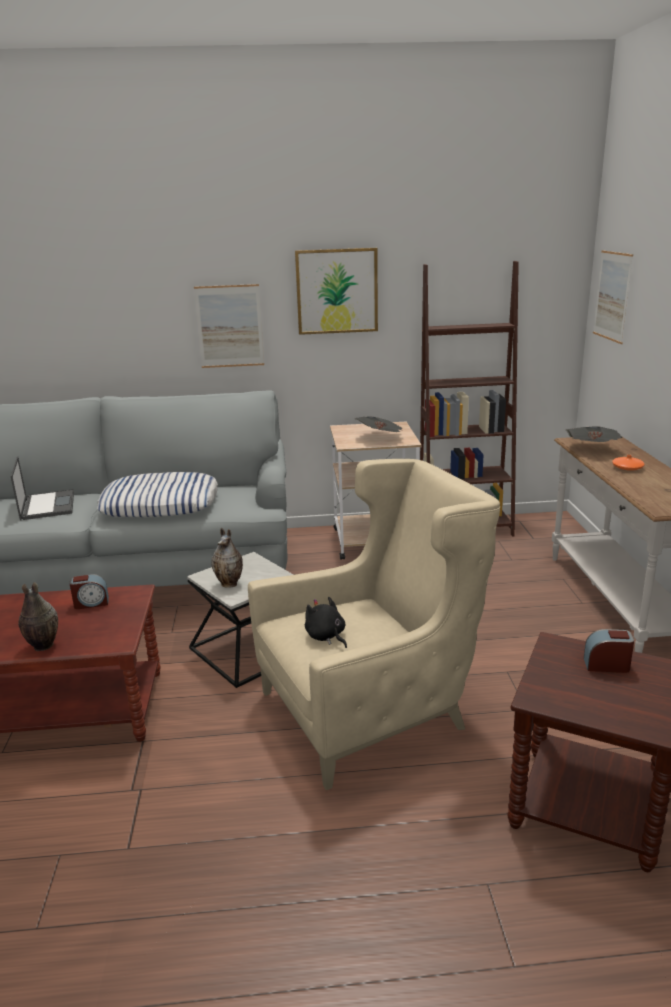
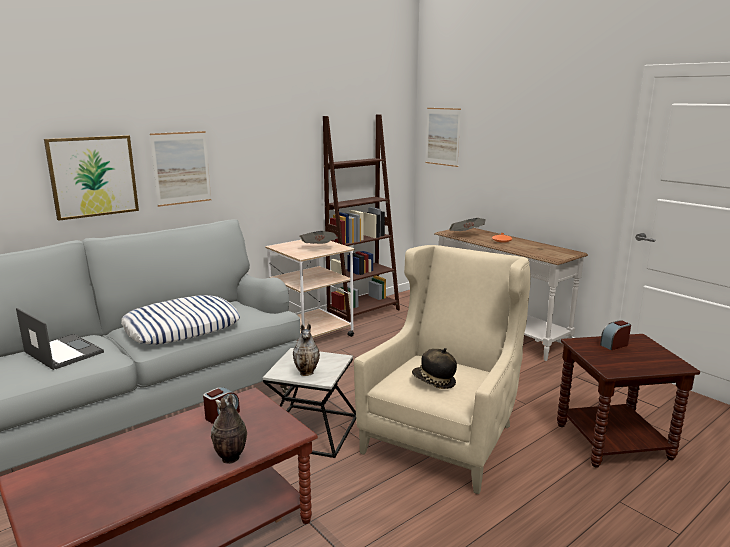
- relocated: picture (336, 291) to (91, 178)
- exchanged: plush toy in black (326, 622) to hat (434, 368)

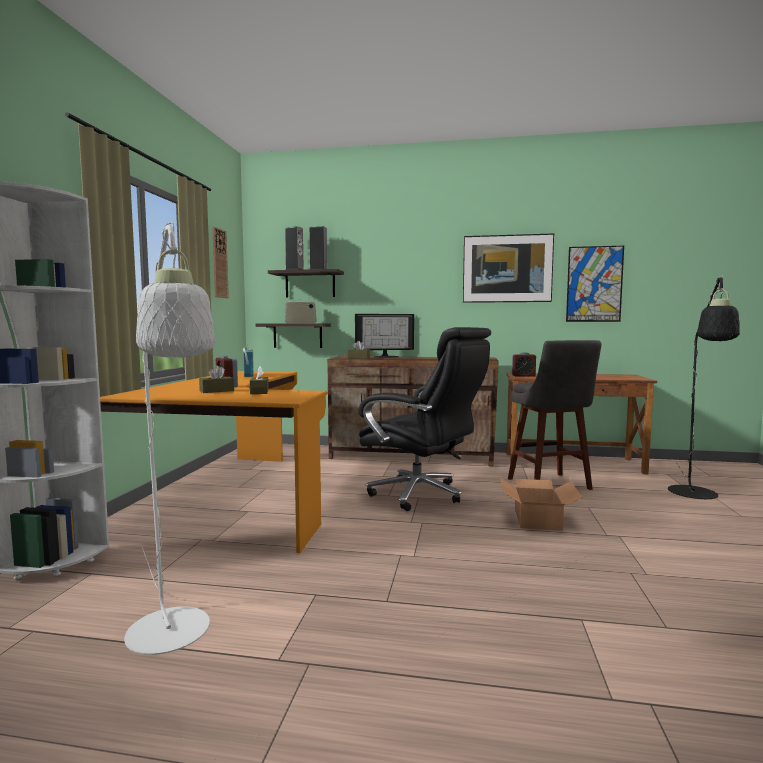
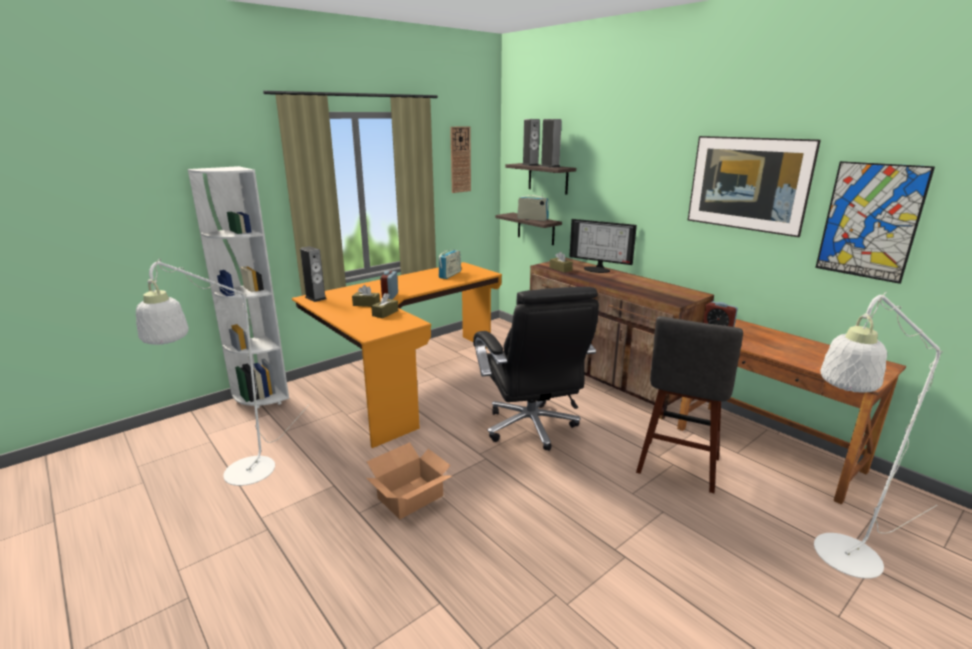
- relocated: carton (541, 504) to (409, 480)
- colour: standing lamp in black (704, 387) to standing lamp in whitish (878, 435)
- appeared: loudspeaker (313, 274)

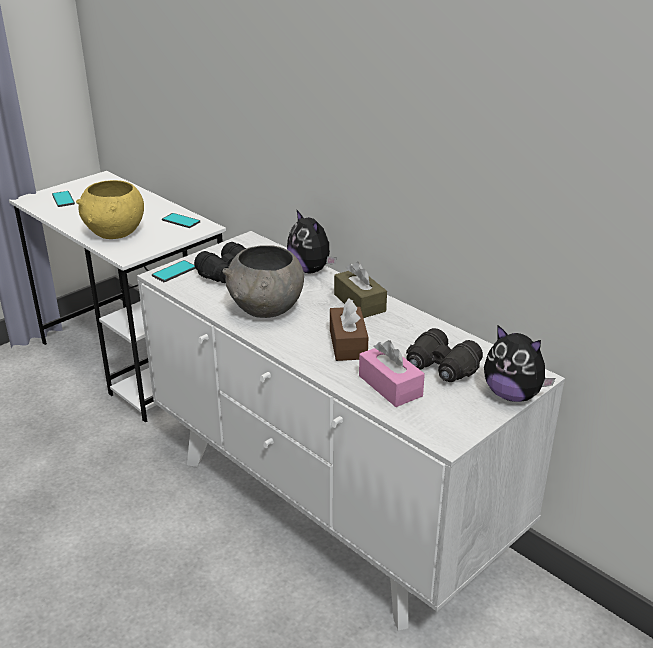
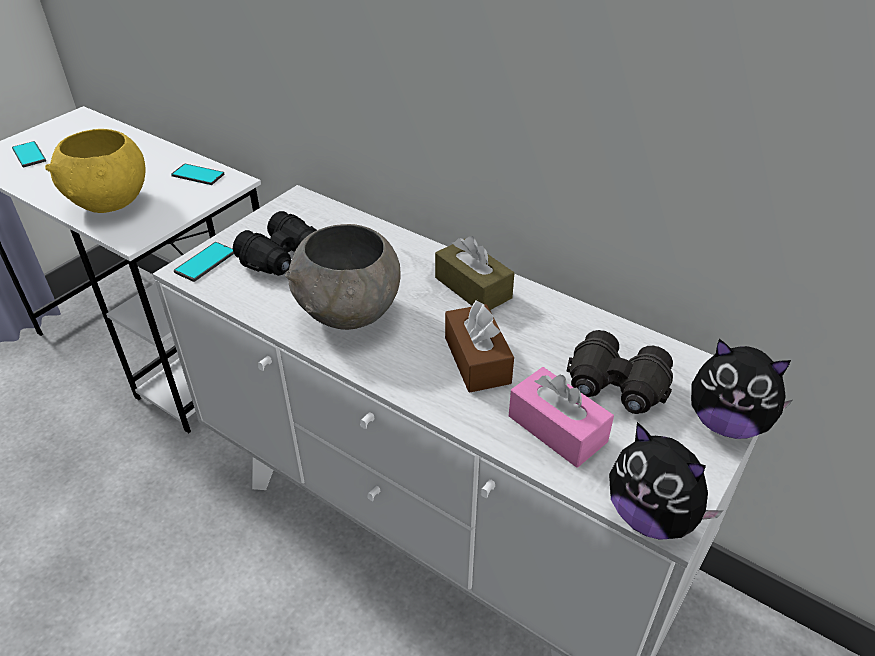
- relocated: plush toy (311, 241) to (666, 481)

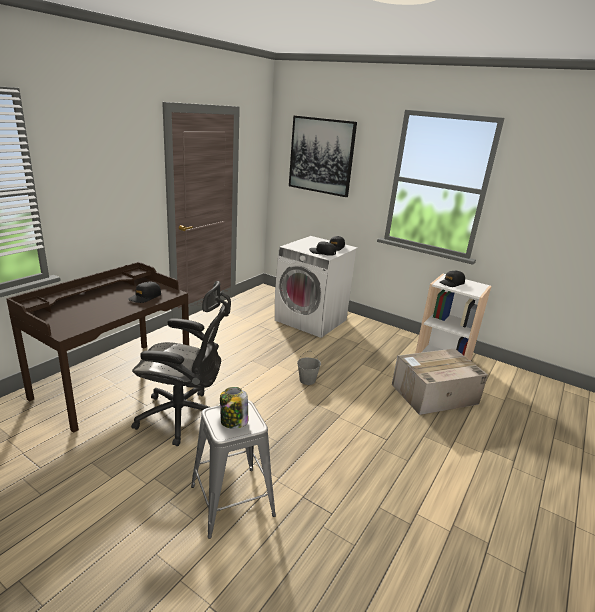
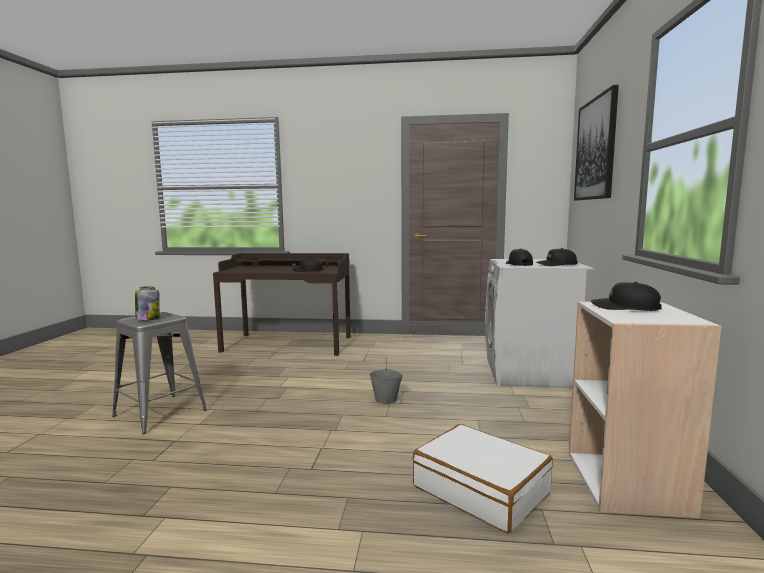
- missing: office chair (181, 363)
- exchanged: carton (440, 381) to travel case in whitish (483, 478)

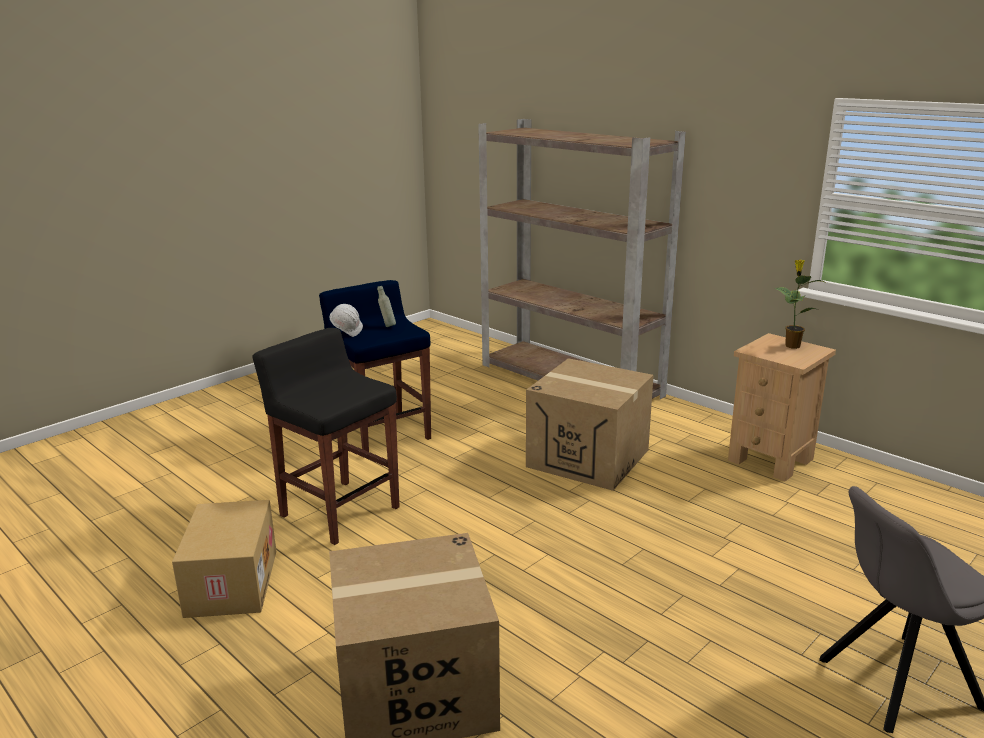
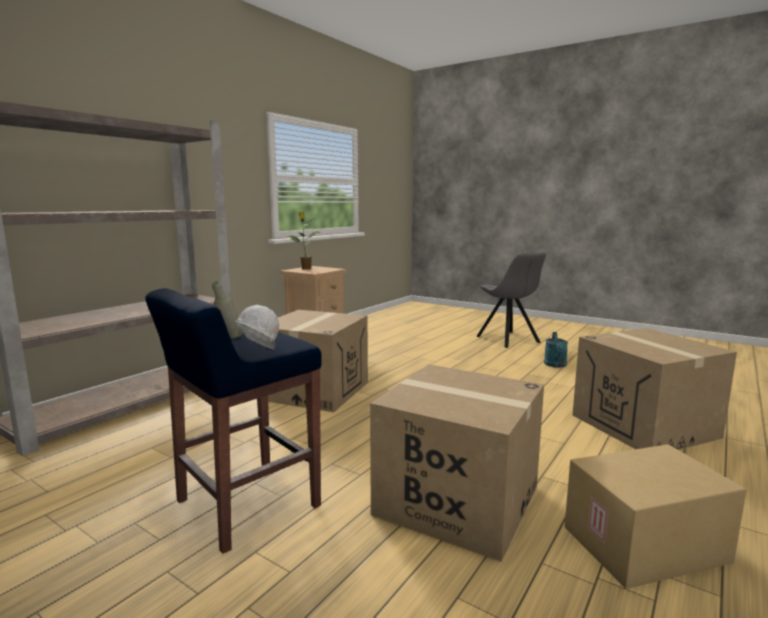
- exchanged: sitting stool in black (326, 436) to carton (457, 463)
- appeared: sprinkling can in turquoise (556, 350)

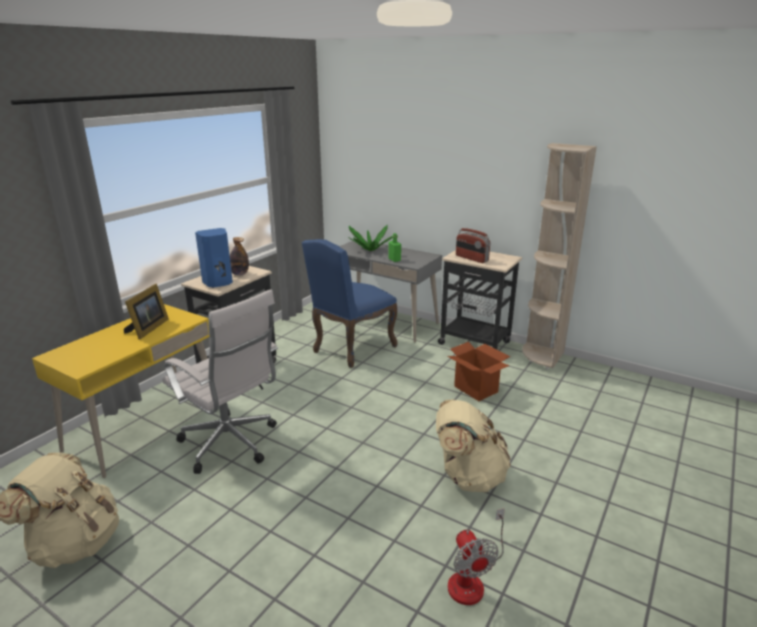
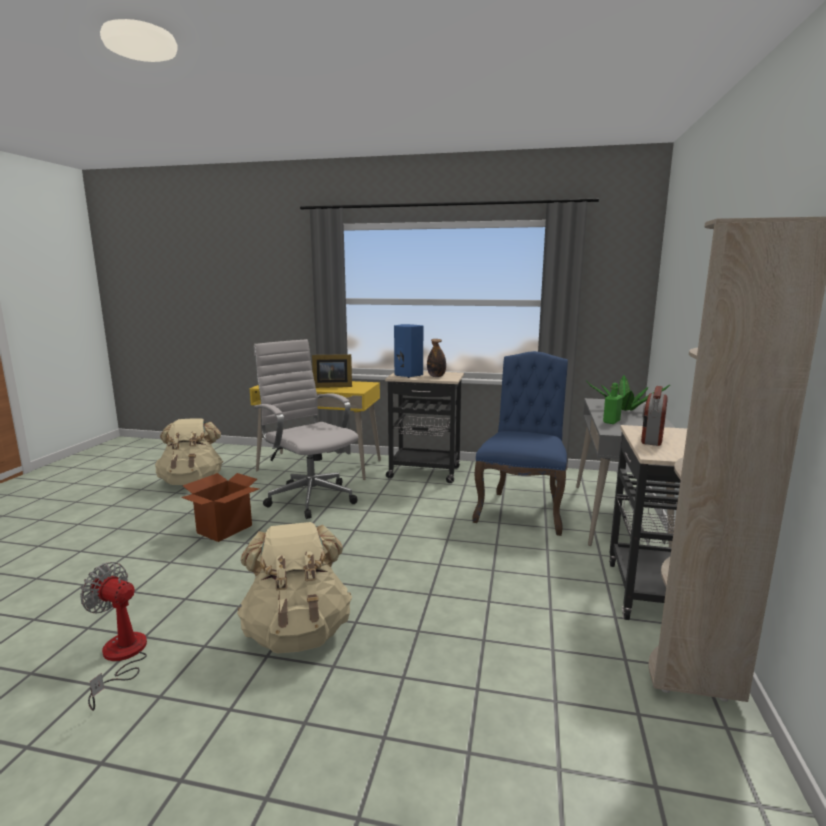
- spun: office chair in whitish (220, 381) = (306, 429) 120 degrees clockwise
- spun: upright chair in bluish (350, 303) = (520, 443) 90 degrees clockwise
- relocated: carton (479, 371) to (220, 507)
- spun: fan (476, 556) = (113, 636) 60 degrees clockwise

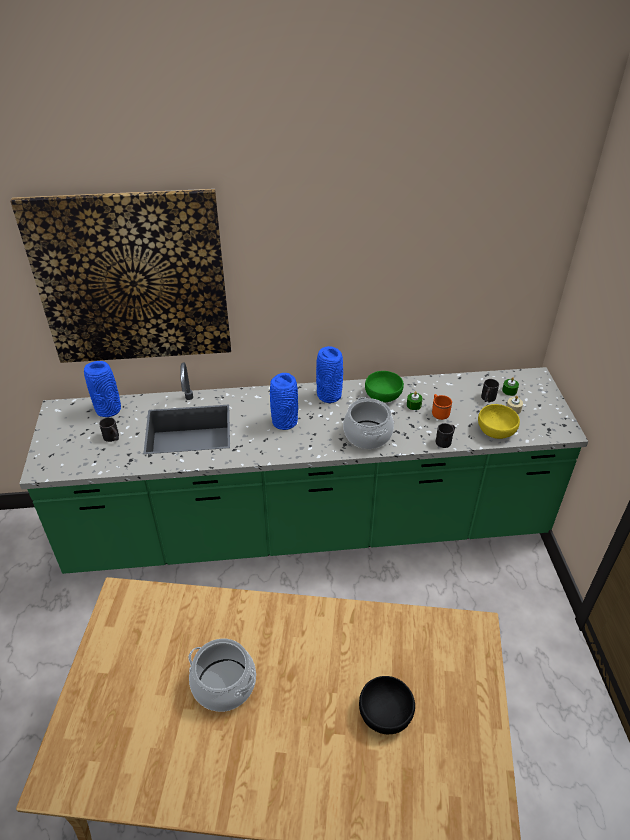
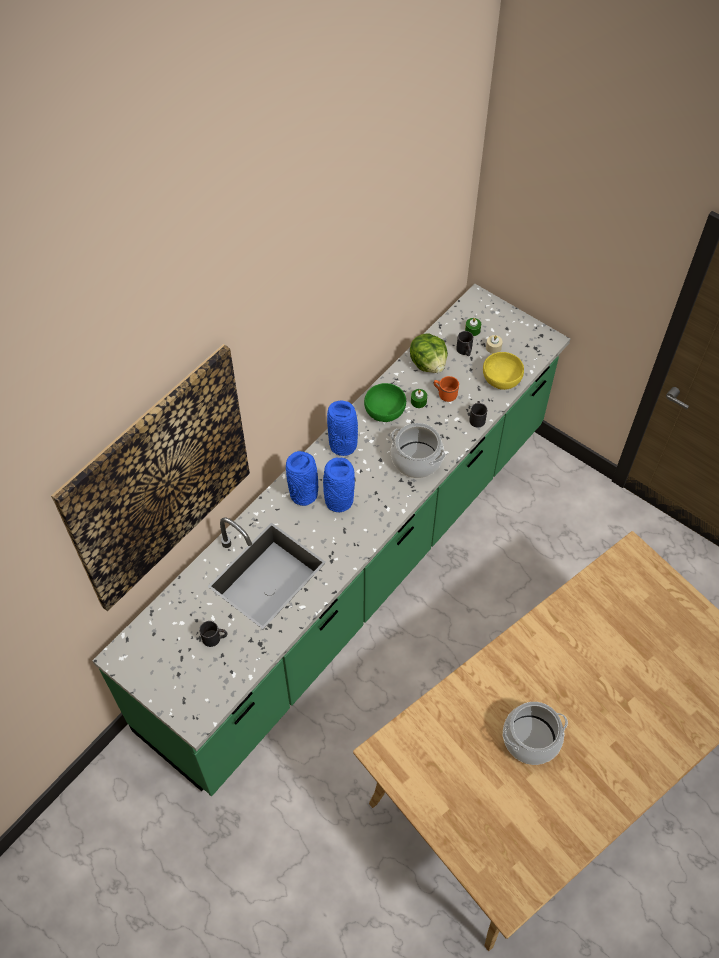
- relocated: flower vase in bluish (102, 389) to (302, 478)
- missing: serving bowl in black (387, 705)
- appeared: head of lettuce (429, 353)

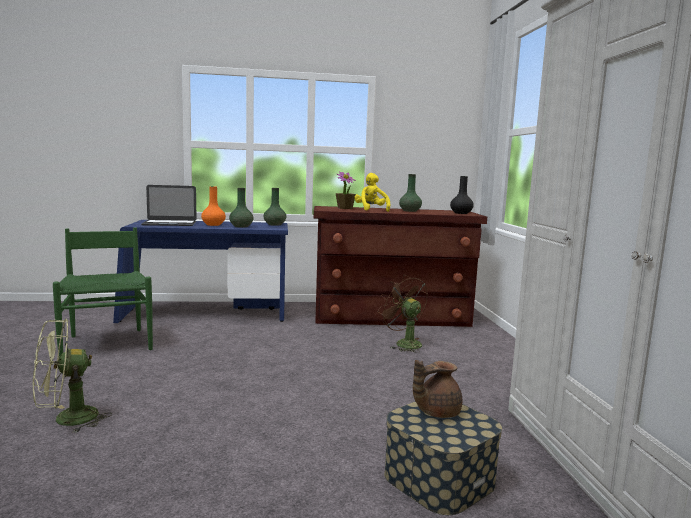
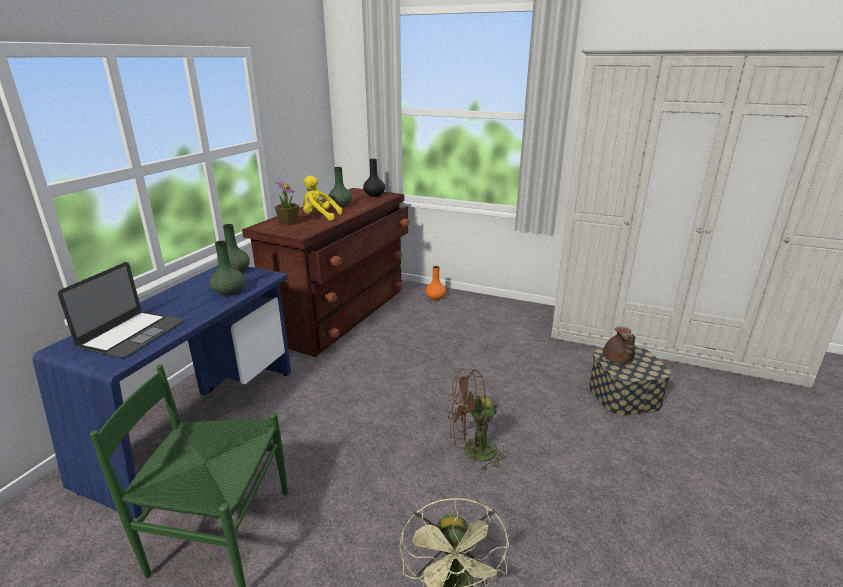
- relocated: flower vase in orange (213, 206) to (435, 283)
- relocated: fan in brown-coloured (403, 314) to (478, 420)

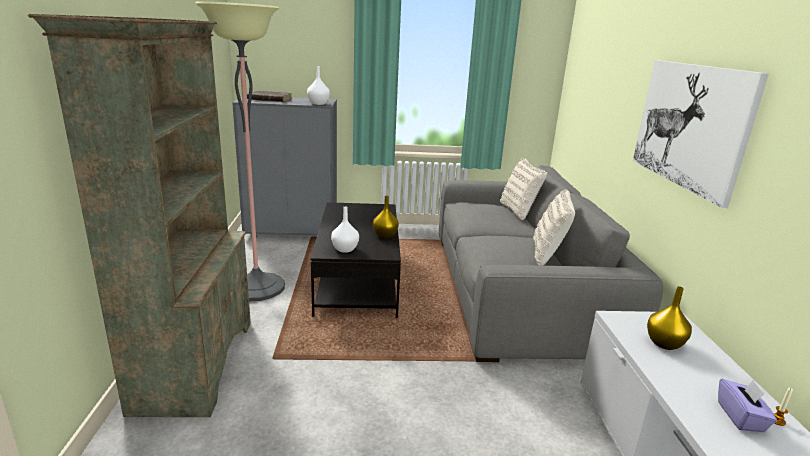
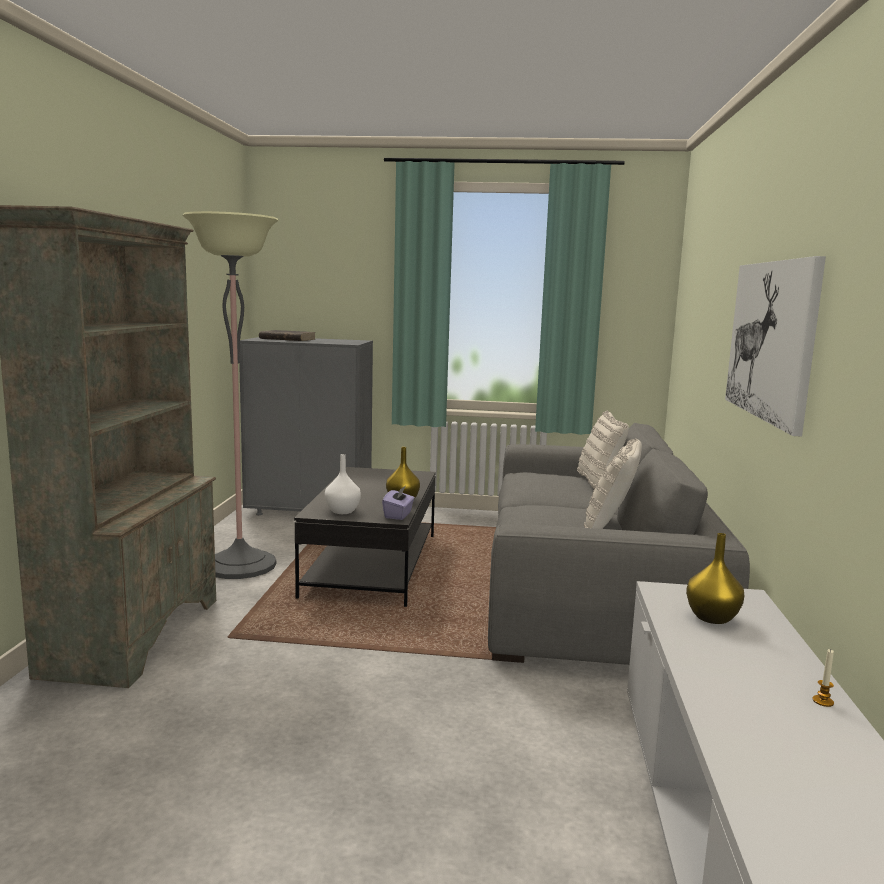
- missing: flower vase in whitish (318, 85)
- relocated: tissue holder in purple (747, 405) to (398, 503)

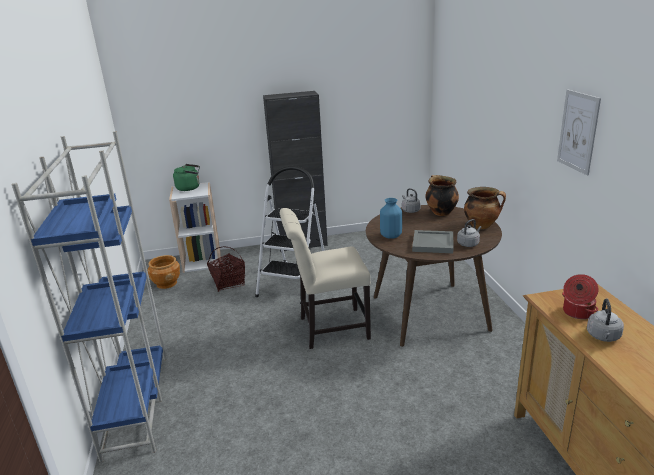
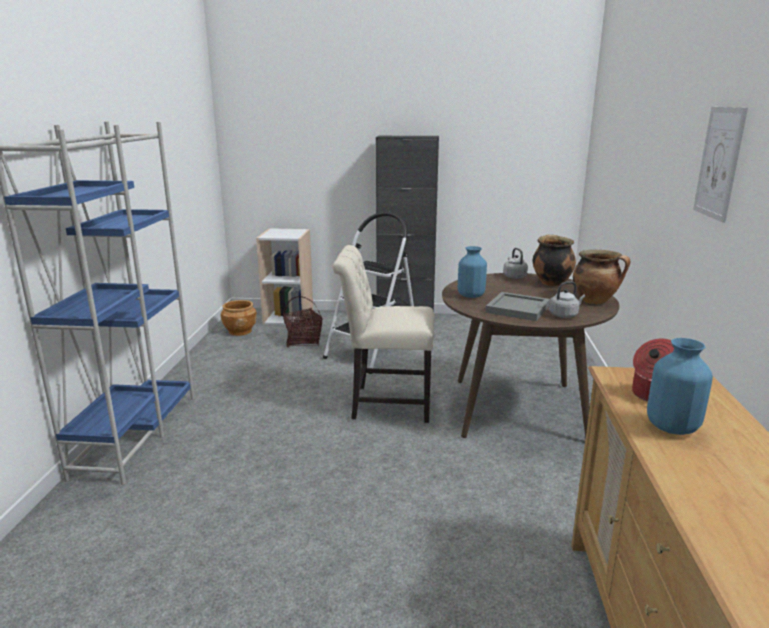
- missing: tea kettle in green-coloured (186, 177)
- exchanged: tea kettle in gray (605, 320) to flower vase in bluish (680, 386)

